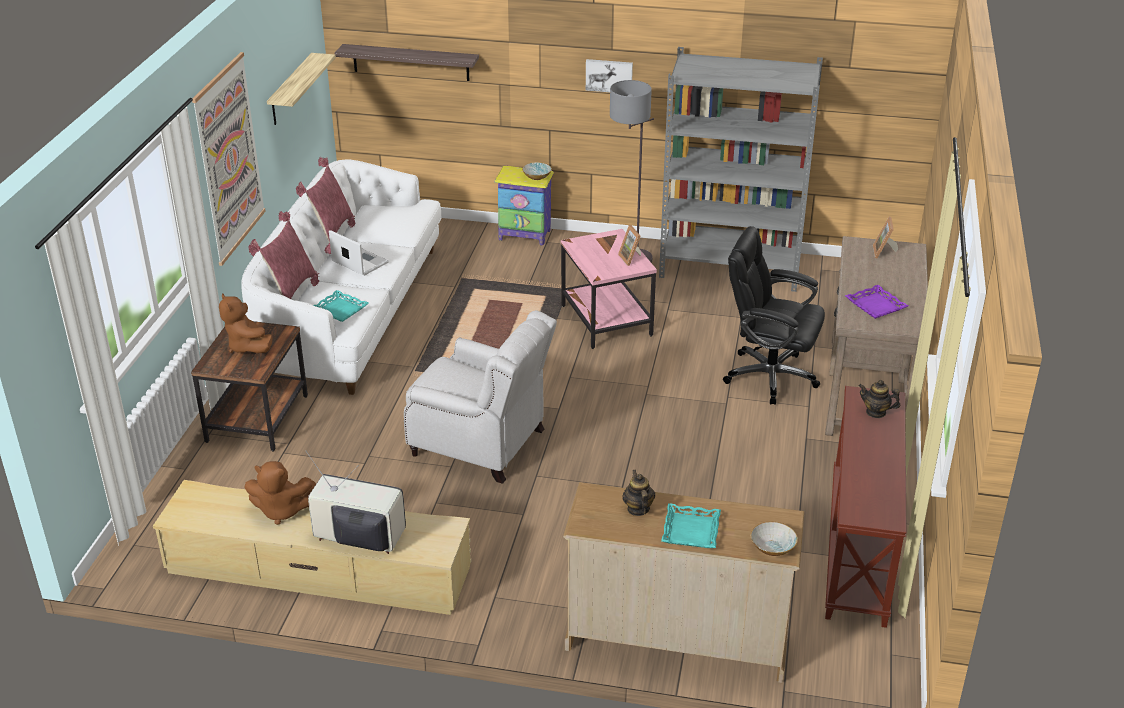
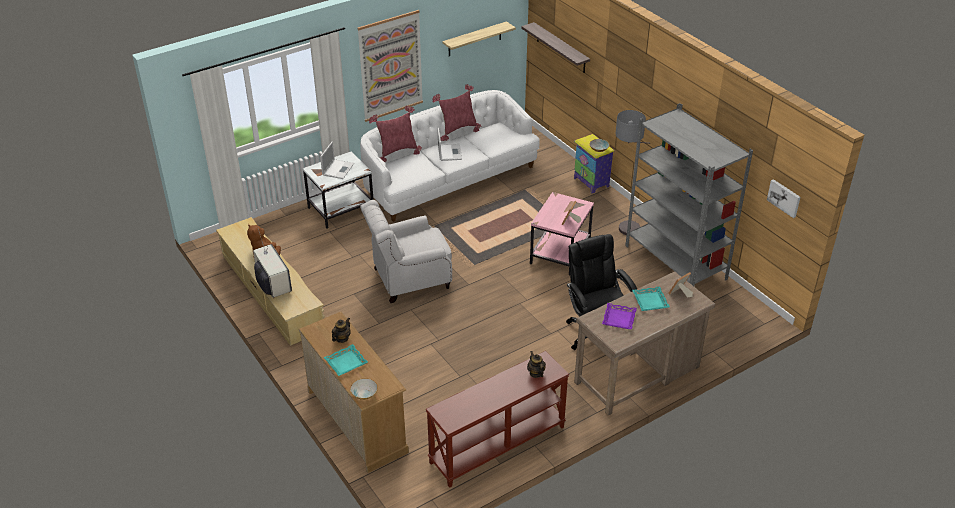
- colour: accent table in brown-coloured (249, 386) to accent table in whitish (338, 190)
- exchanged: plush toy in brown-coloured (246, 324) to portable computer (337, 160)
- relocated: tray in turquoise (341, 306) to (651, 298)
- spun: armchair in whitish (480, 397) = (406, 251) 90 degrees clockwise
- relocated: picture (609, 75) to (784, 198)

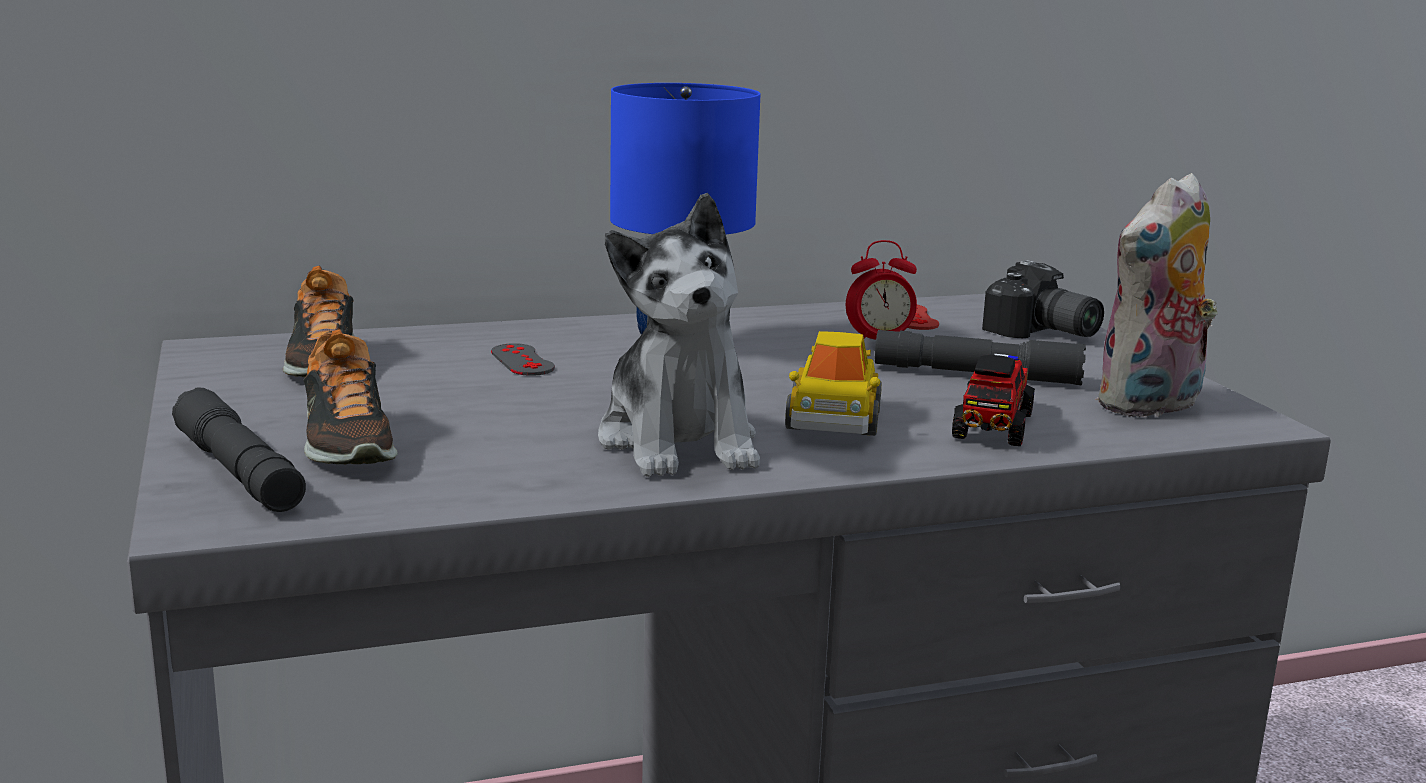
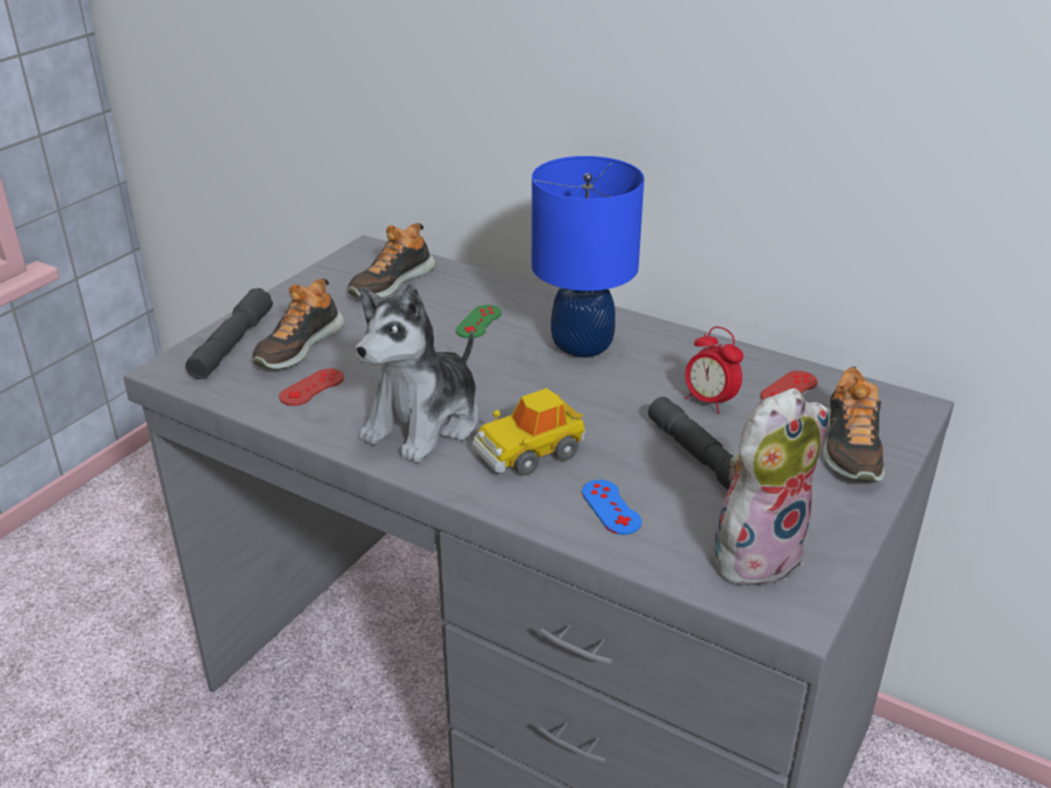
- colour: game controller in gray (523, 359) to game controller in green-coloured (479, 321)
- exchanged: model truck (993, 400) to game controller in bluish (612, 507)
- exchanged: photo camera (1043, 299) to low shoe (854, 424)
- spun: plush toy (1156, 295) = (771, 487) 135 degrees clockwise
- appeared: game controller in red (311, 387)

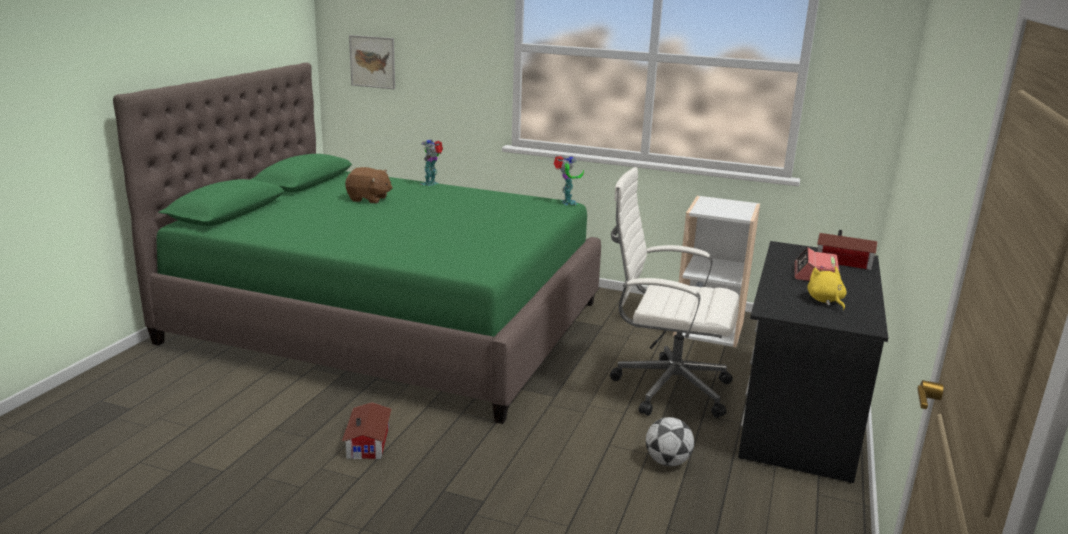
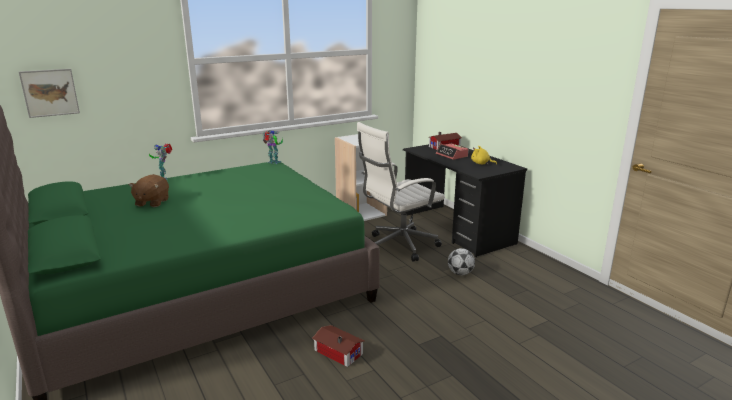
- spun: plush toy in brown-coloured (369, 185) = (149, 190) 135 degrees clockwise

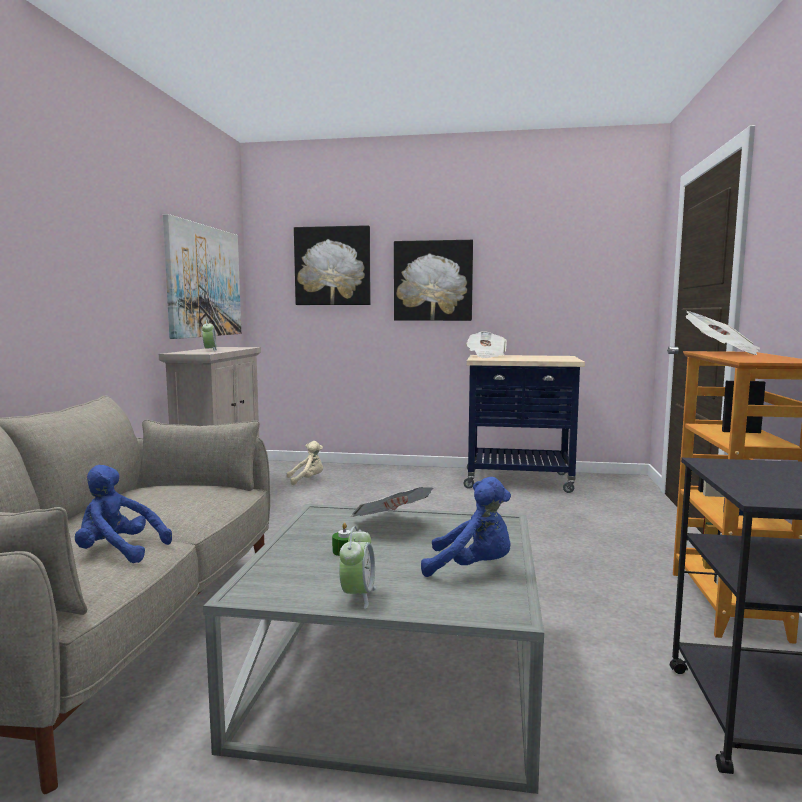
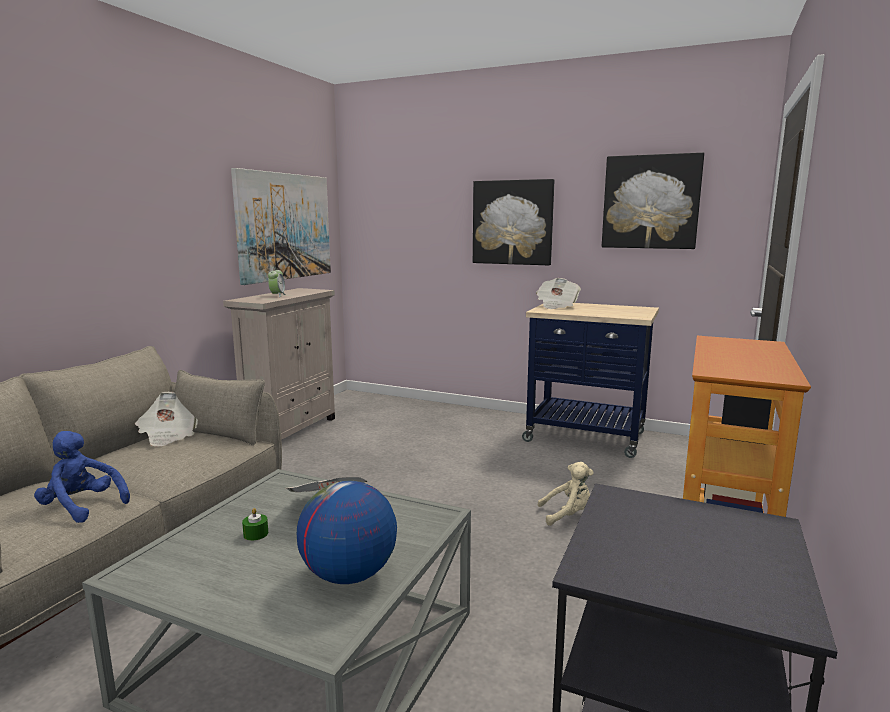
- relocated: plush toy in beige (305, 463) to (565, 494)
- relocated: picture (332, 265) to (653, 200)
- missing: alarm clock (357, 567)
- exchanged: plush toy in bluish (466, 527) to world globe (347, 532)
- relocated: printed paper (722, 333) to (166, 419)

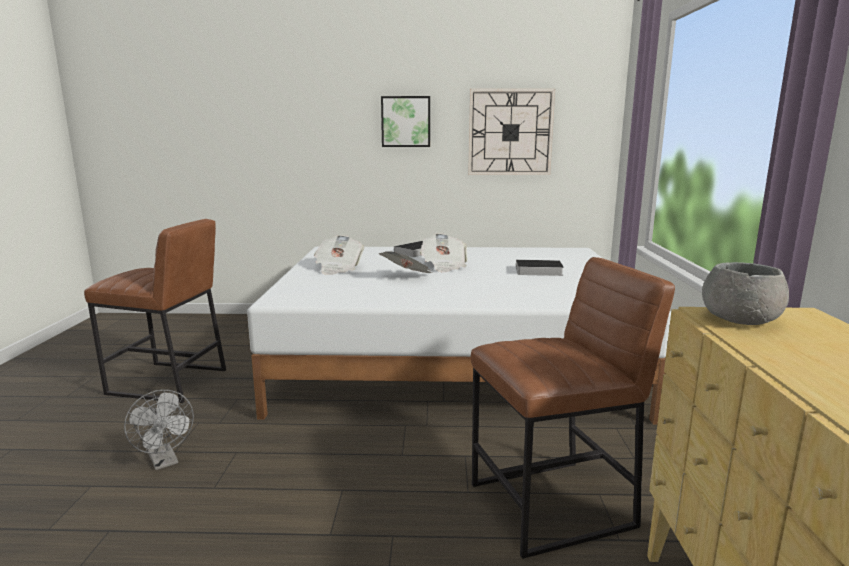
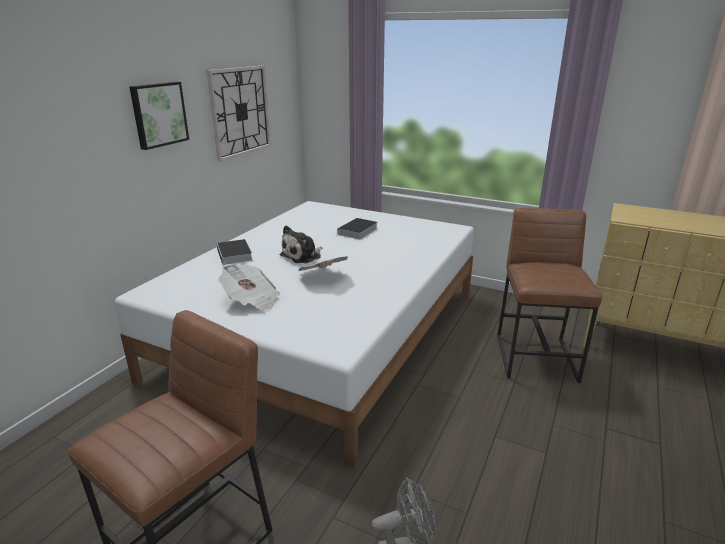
- exchanged: printed paper (443, 252) to plush toy (301, 244)
- missing: serving bowl in gray (745, 293)

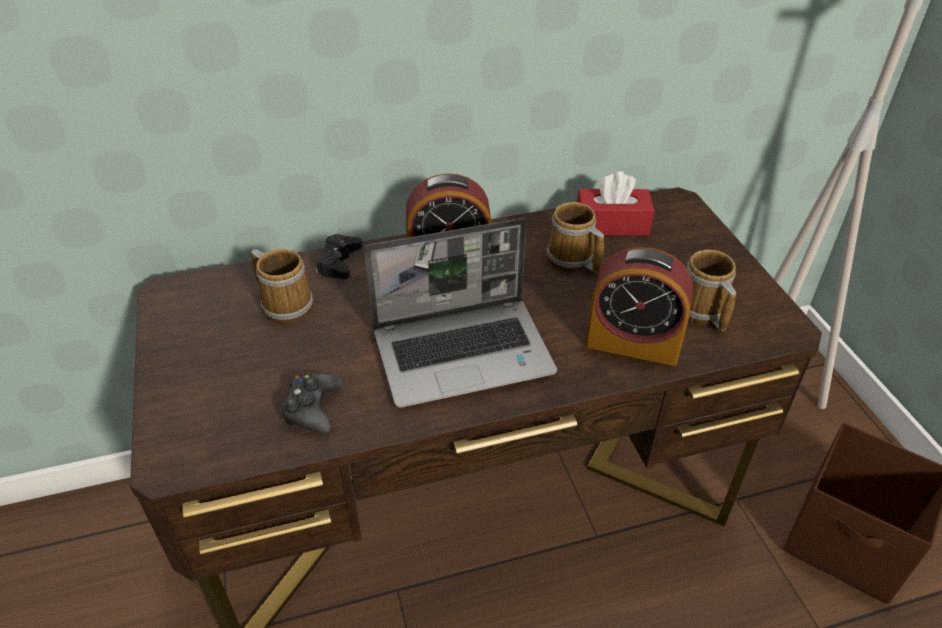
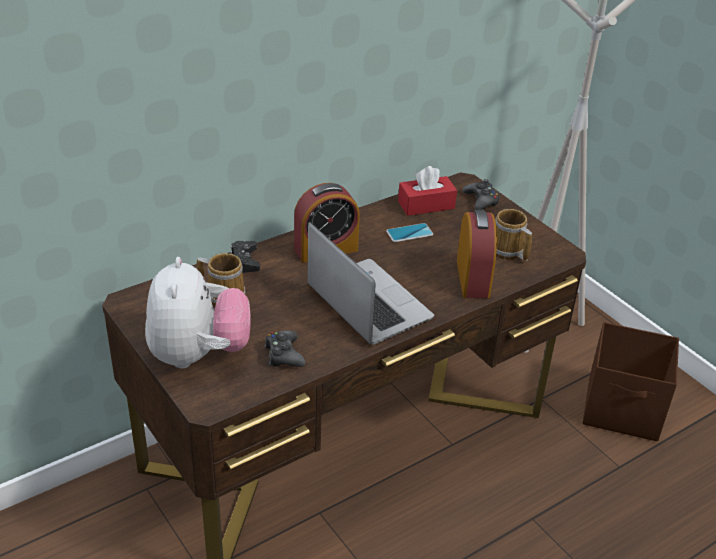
- spun: portable computer (460, 313) = (370, 283) 90 degrees counterclockwise
- exchanged: tea mug (575, 237) to telephone (409, 232)
- spun: alarm clock (639, 306) = (477, 254) 90 degrees counterclockwise
- appeared: plush toy (198, 312)
- appeared: game controller in black (480, 194)

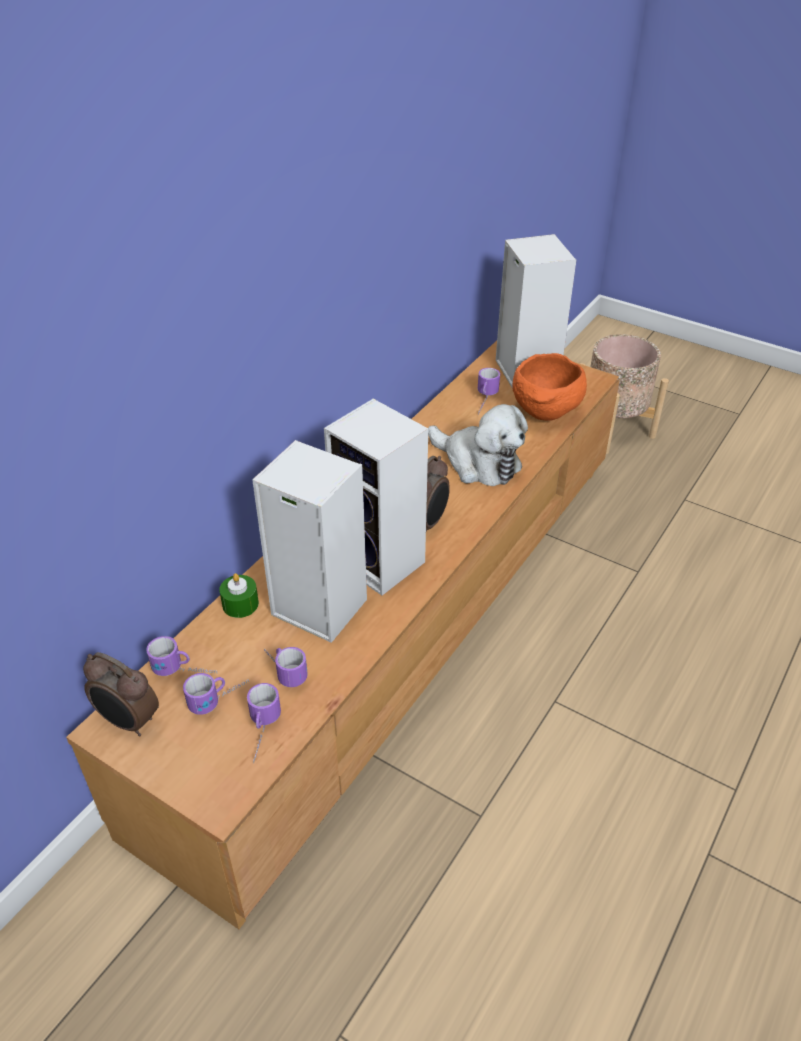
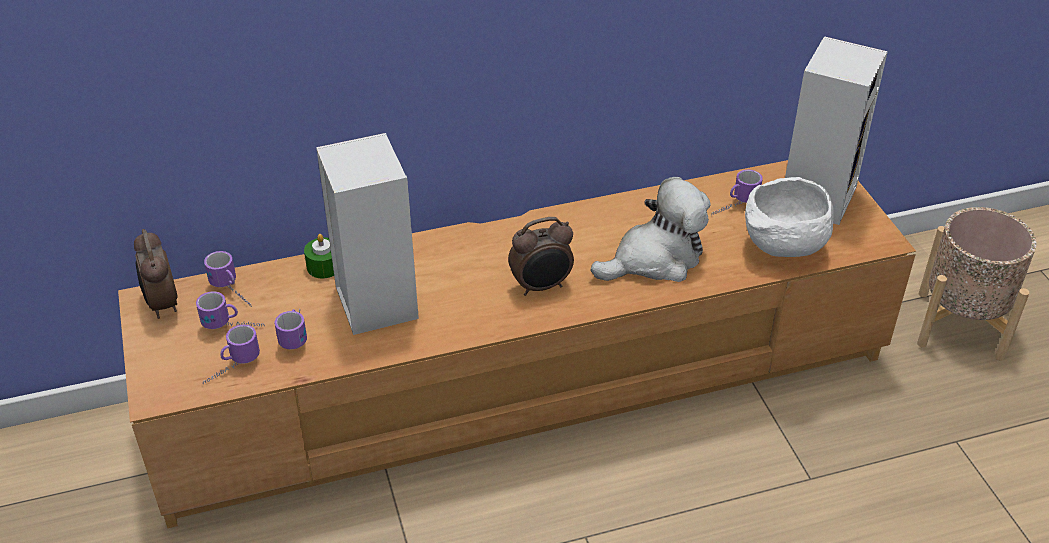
- missing: loudspeaker (376, 497)
- spun: plush toy (478, 445) = (650, 229) 105 degrees counterclockwise
- colour: serving bowl in orange (550, 387) to serving bowl in whitish (789, 217)

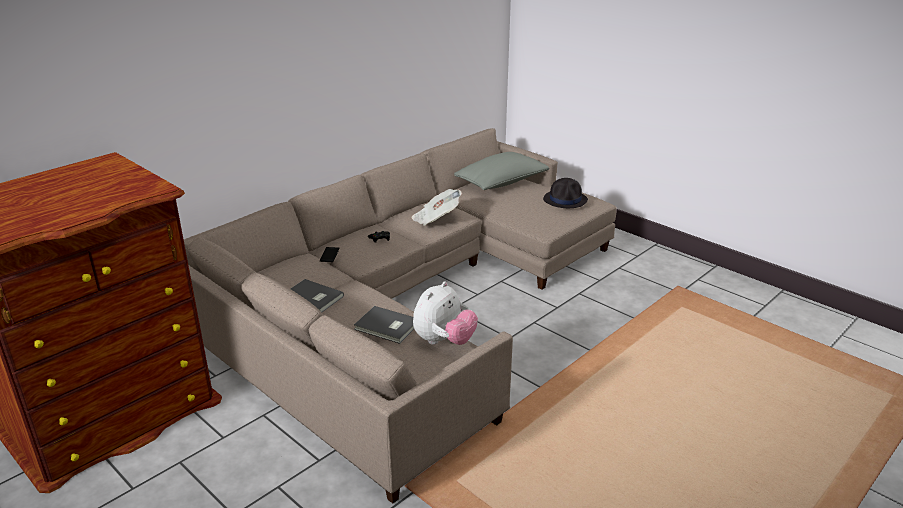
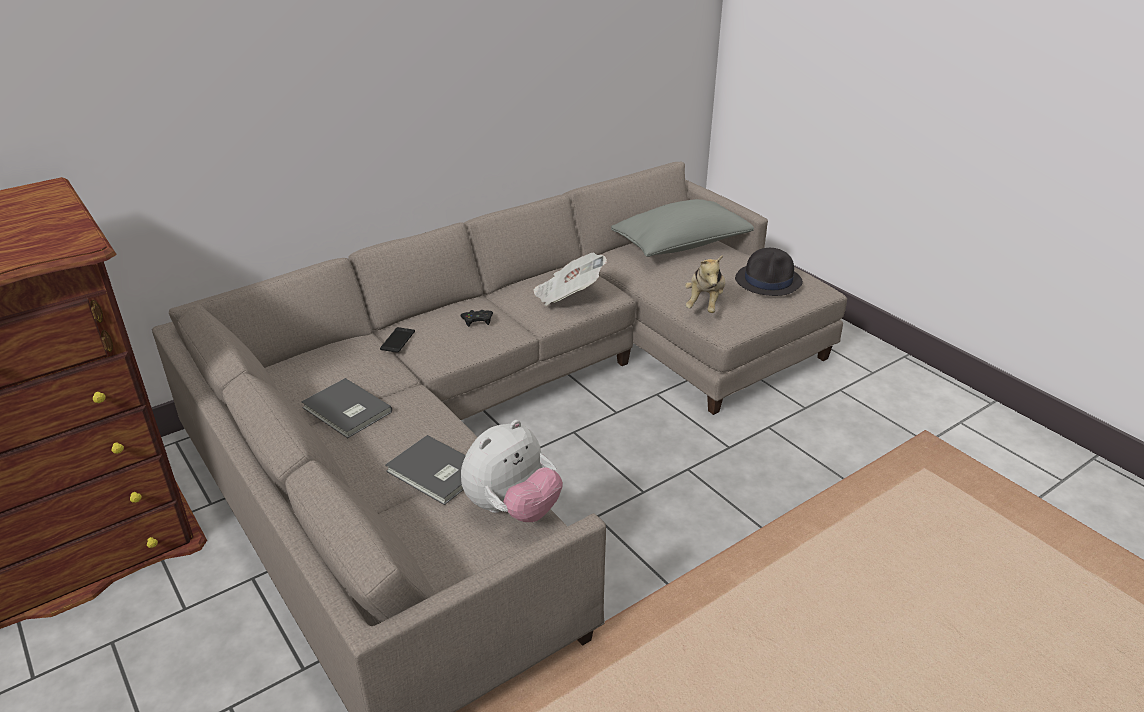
- appeared: plush toy (705, 284)

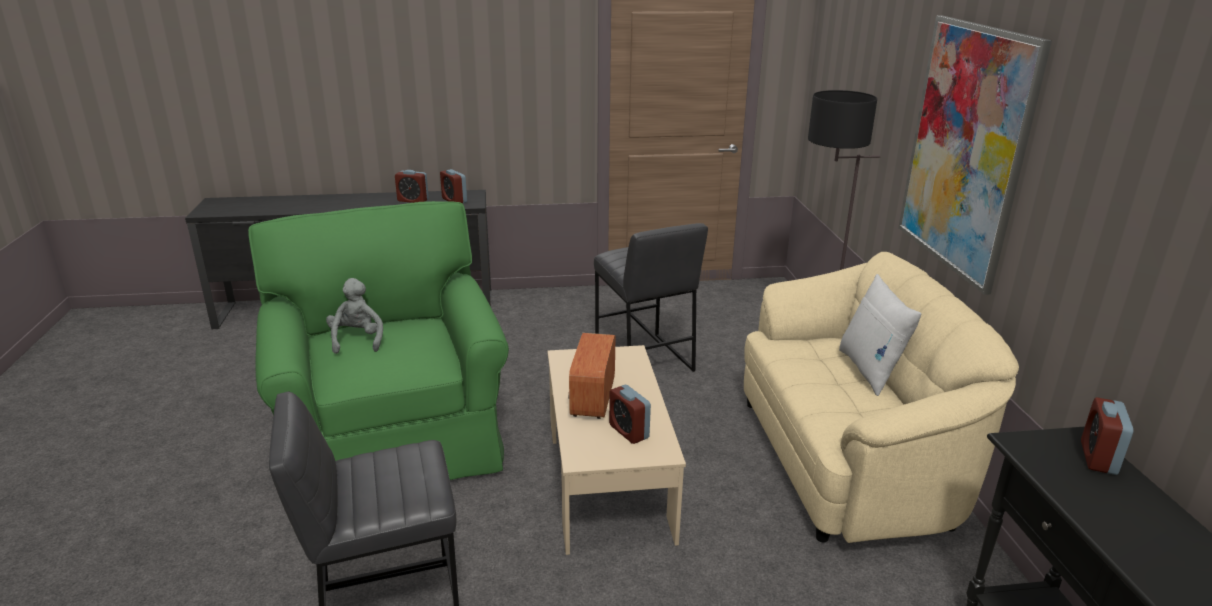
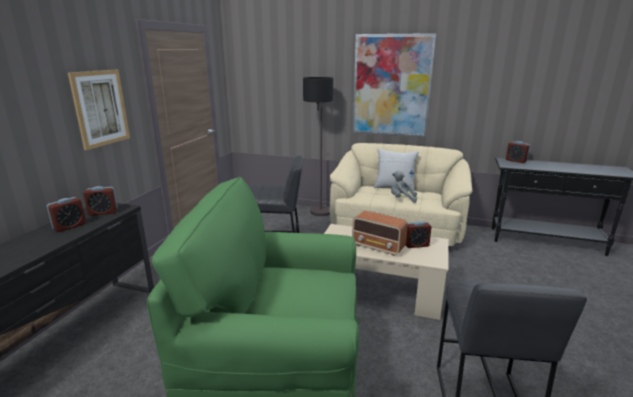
- relocated: plush toy in gray (354, 316) to (404, 186)
- appeared: picture (99, 109)

